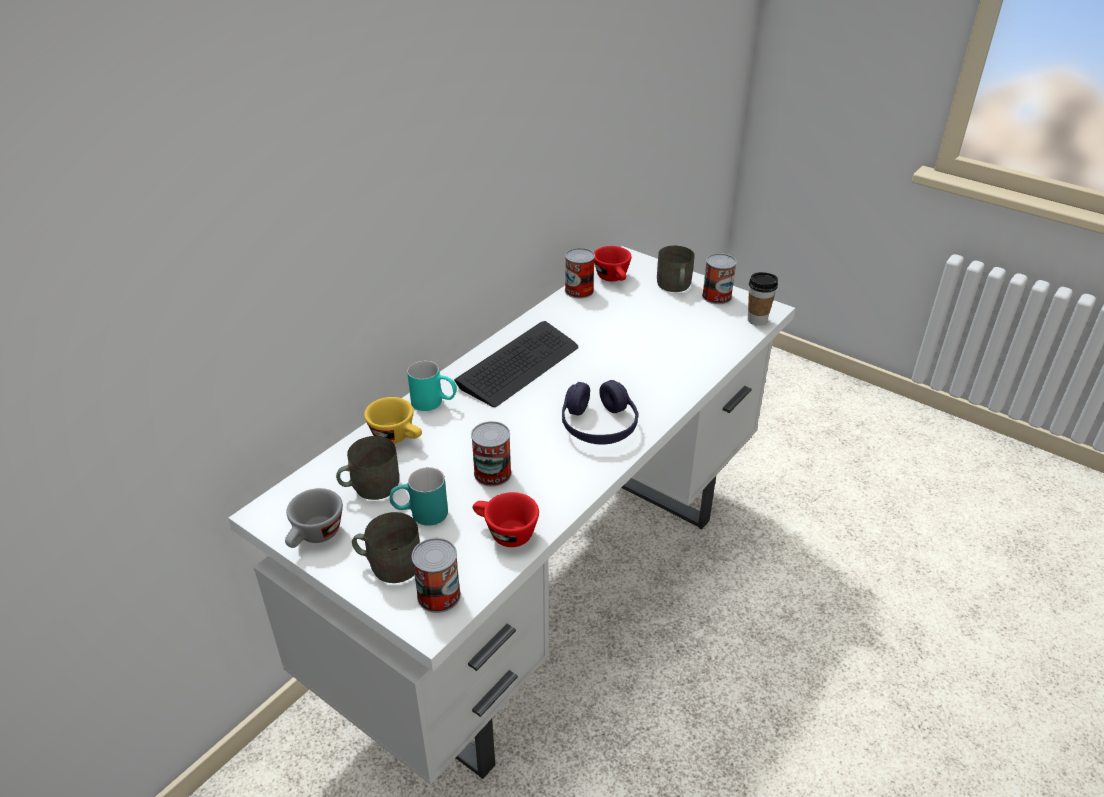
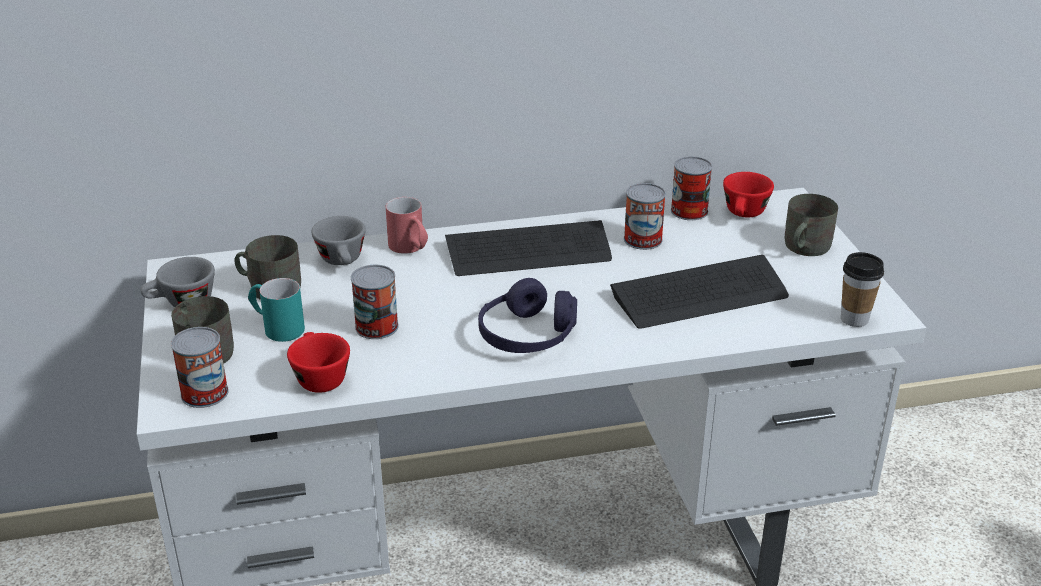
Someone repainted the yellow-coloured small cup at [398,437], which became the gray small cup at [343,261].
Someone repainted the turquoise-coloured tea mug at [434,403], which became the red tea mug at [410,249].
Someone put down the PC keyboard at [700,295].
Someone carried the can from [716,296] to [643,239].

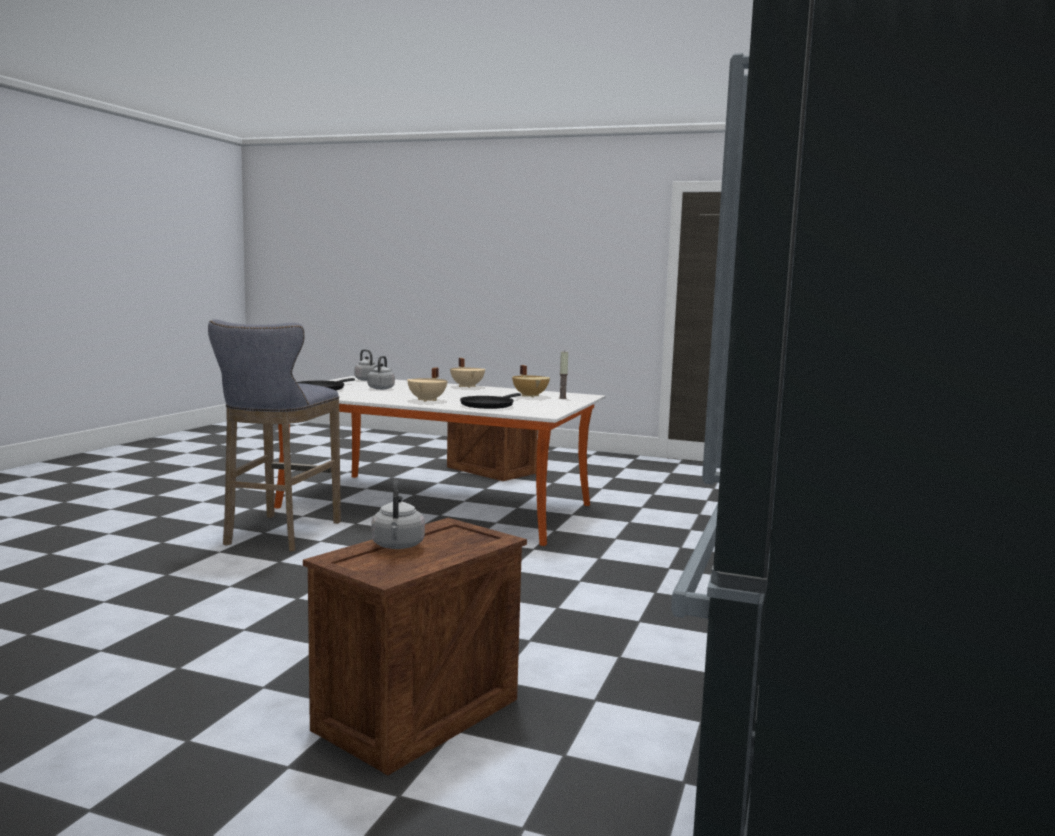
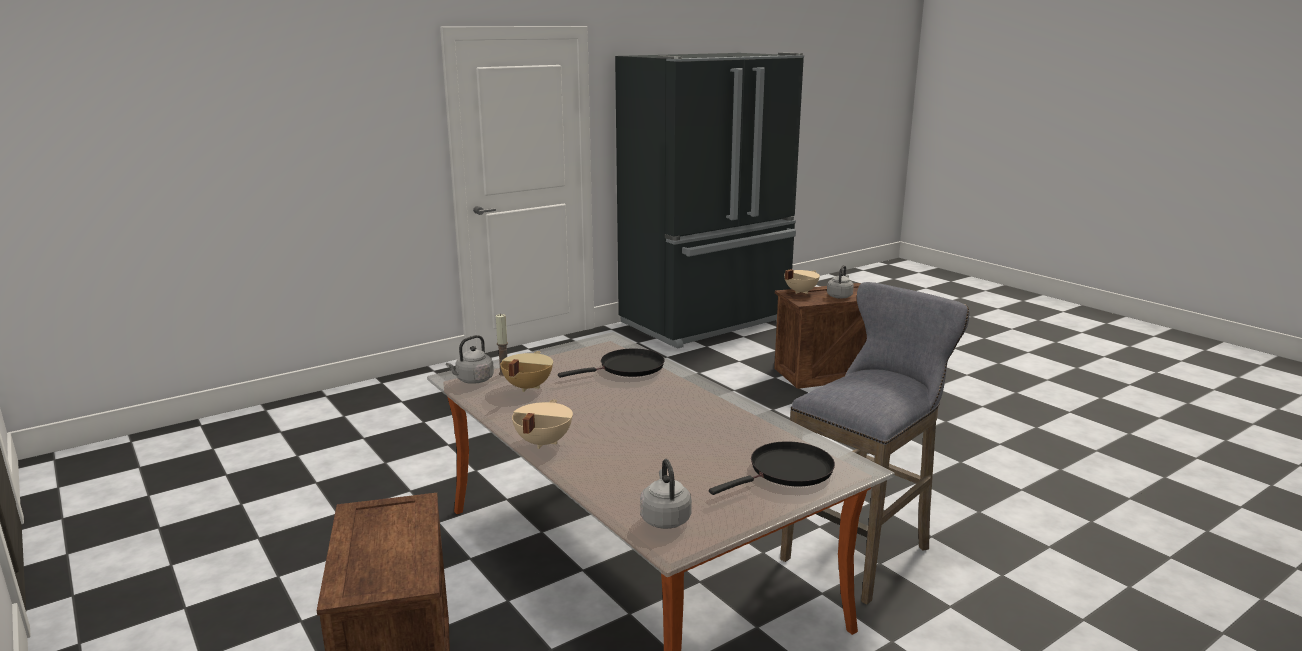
Someone carried the gray tea kettle from [381,388] to [473,380].
Someone carried the beige saucepot from [428,400] to [800,291].

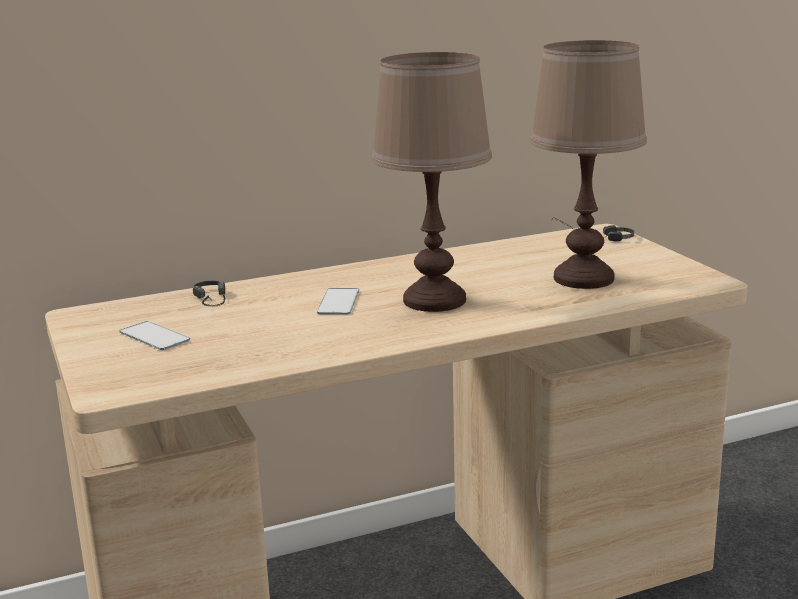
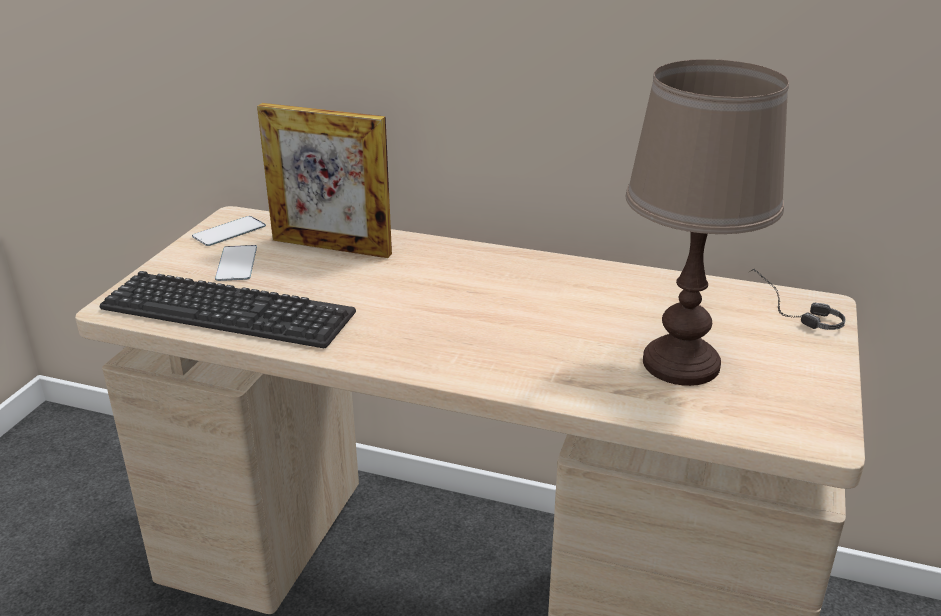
Someone put down the PC keyboard at [227,311].
Someone carried the telephone from [338,302] to [229,231].
Someone swapped the headset at [215,303] for the photo frame at [331,247].
Someone took away the brown-coloured lamp for a table at [435,301].

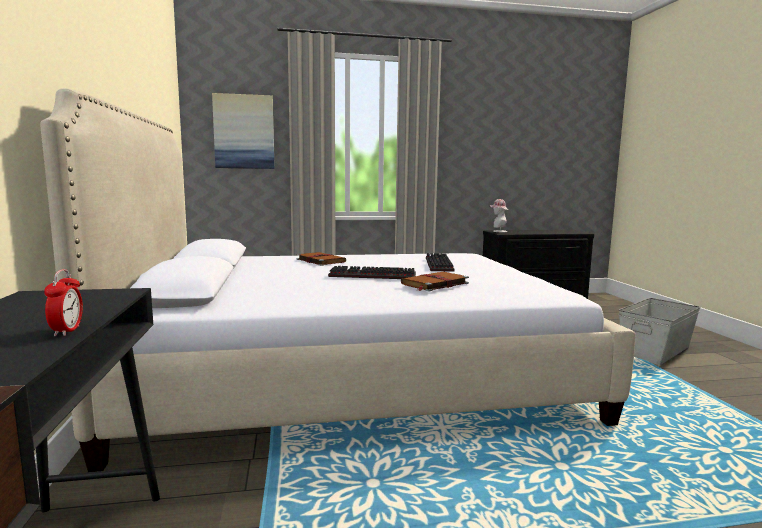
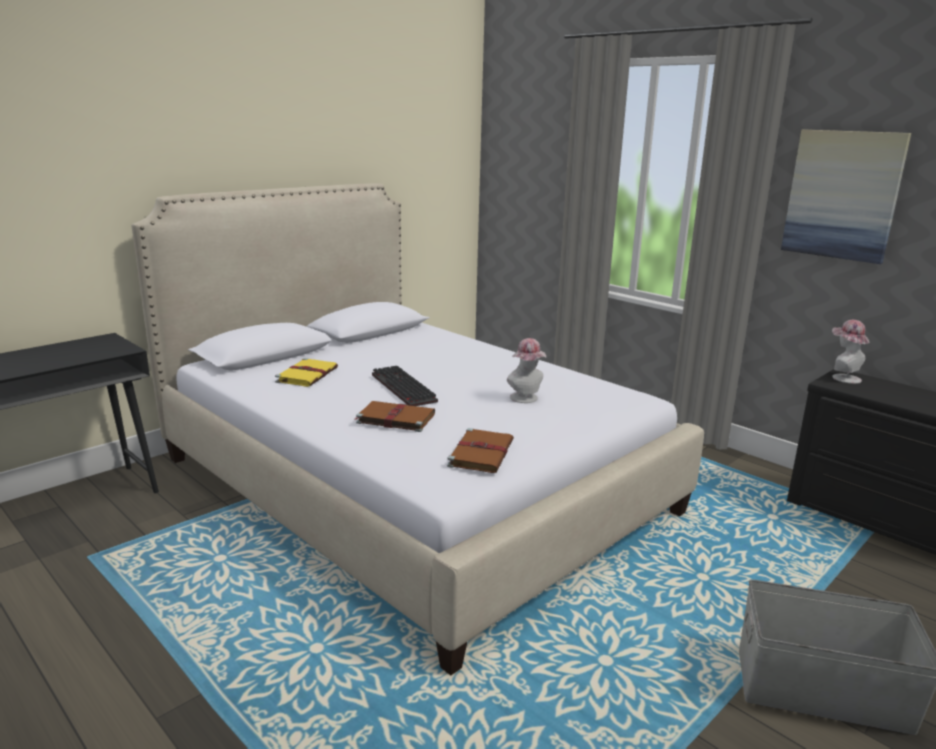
Someone put down the yellow-coloured book at [307,375].
Someone carried the brown-coloured book from [320,260] to [481,453].
Someone swapped the PC keyboard at [437,264] for the clothing hat at [526,399].
Someone carried the wall art from [244,132] to [843,195].
Someone took away the bedside clock at [67,331].

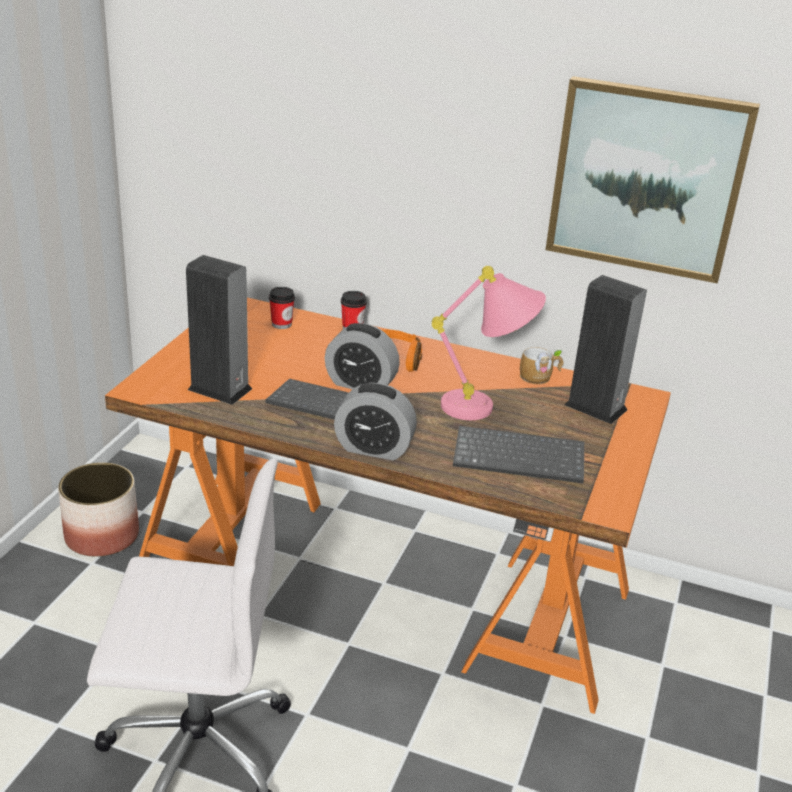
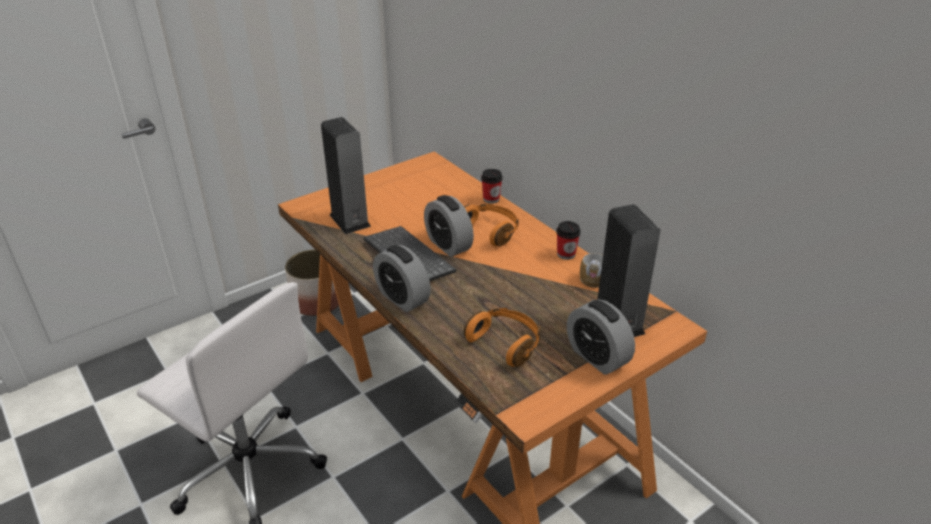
Someone swapped the PC keyboard at [520,456] for the orangey headset at [505,343].
Someone carried the small cup from [281,324] to [566,254].
Someone put down the bedside clock at [597,357].
Someone took away the pink lamp for a table at [486,408].
Someone took away the wall art at [647,179].

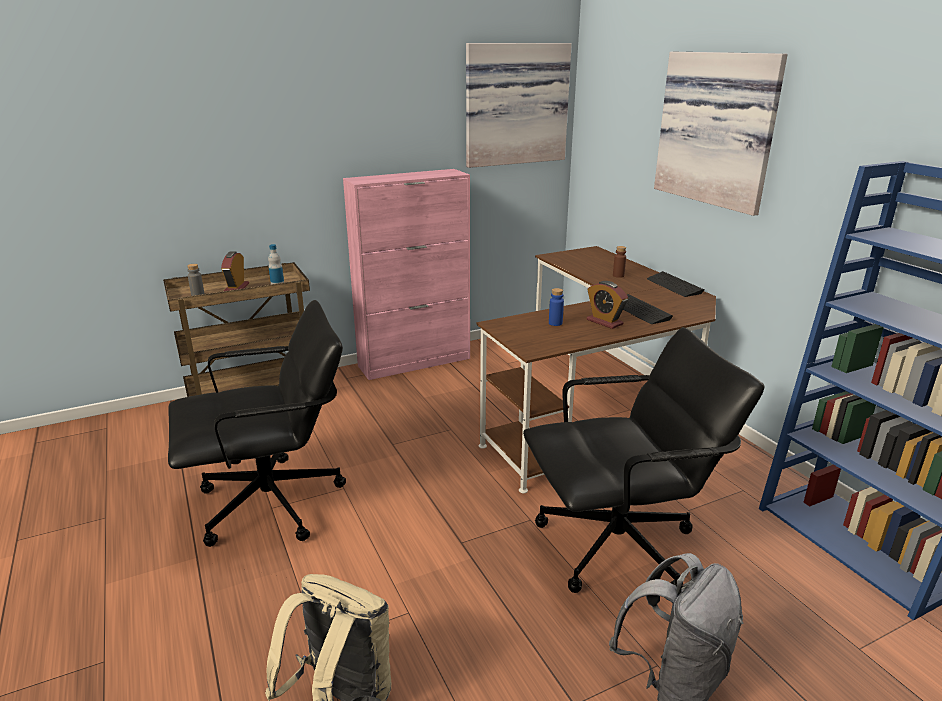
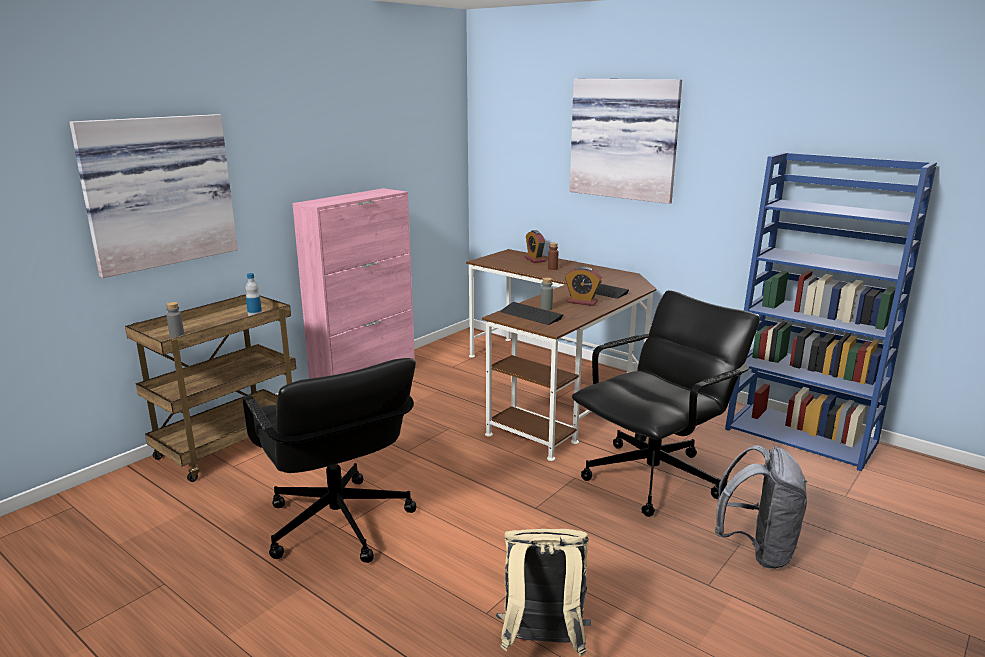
Someone carried the wall art from [515,104] to [158,191].
Someone rotated the black-coloured office chair at [273,503] by 105 degrees clockwise.
Someone carried the PC keyboard from [674,286] to [531,315].
Someone carried the bedside clock from [236,288] to [534,259].
Someone repainted the bluish beverage bottle at [555,323], which became the gray beverage bottle at [546,308].

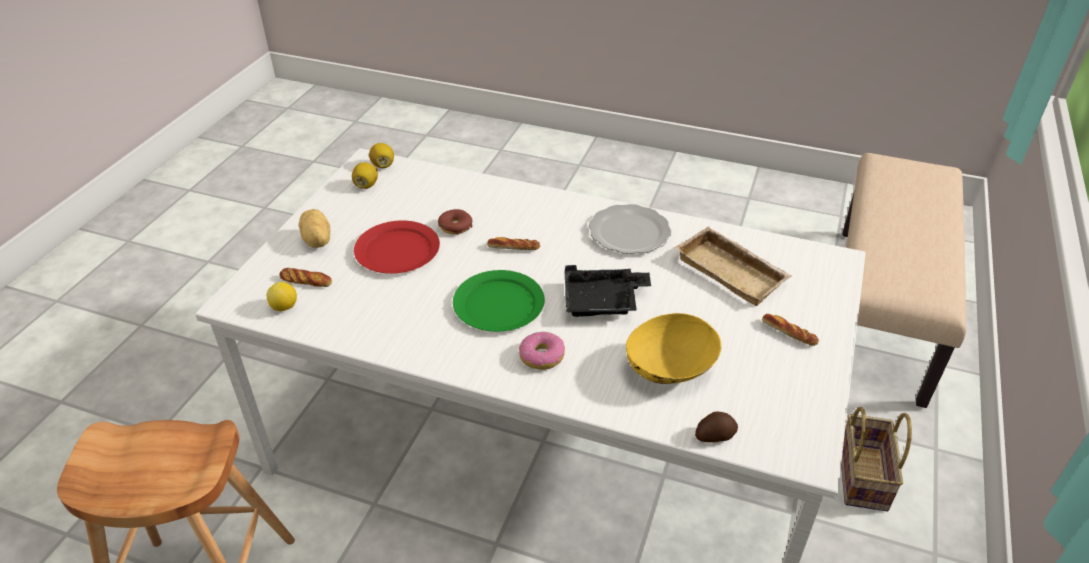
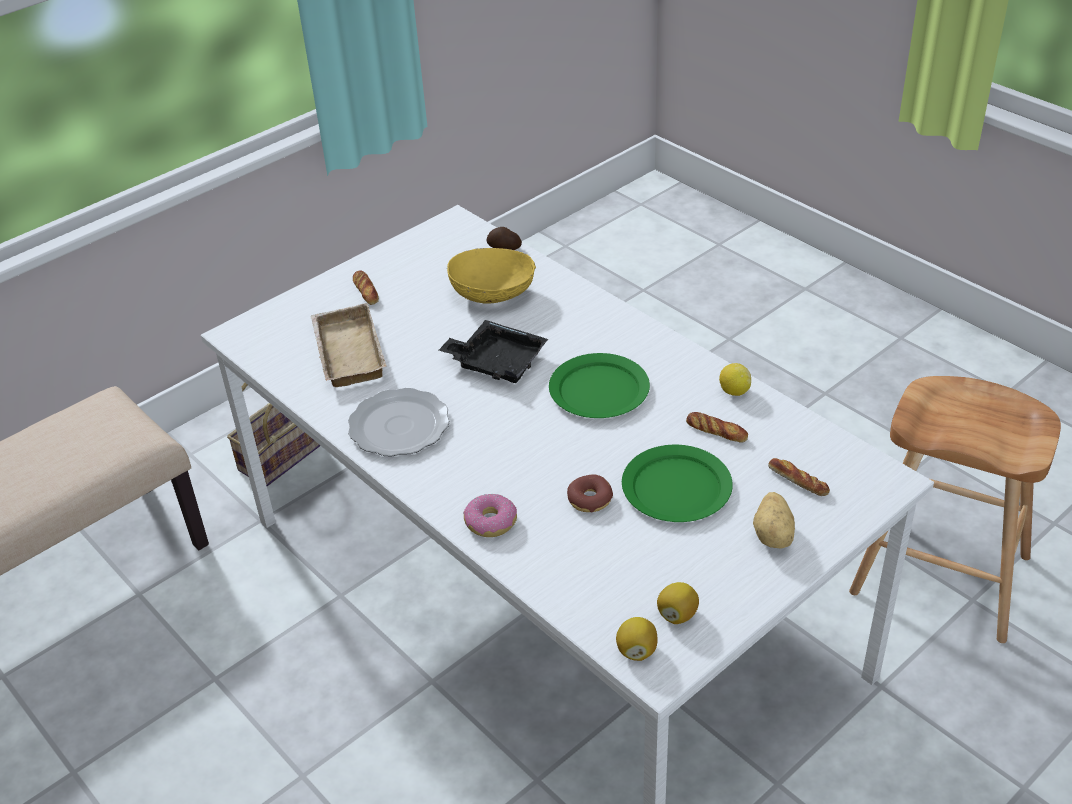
Someone carried the ring doughnut from [542,356] to [490,522].
Someone repainted the red flat dish at [398,250], which became the greenish flat dish at [675,487].
Someone carried the bakery bread from [513,247] to [716,431].
Someone carried the lemon from [284,307] to [734,391].

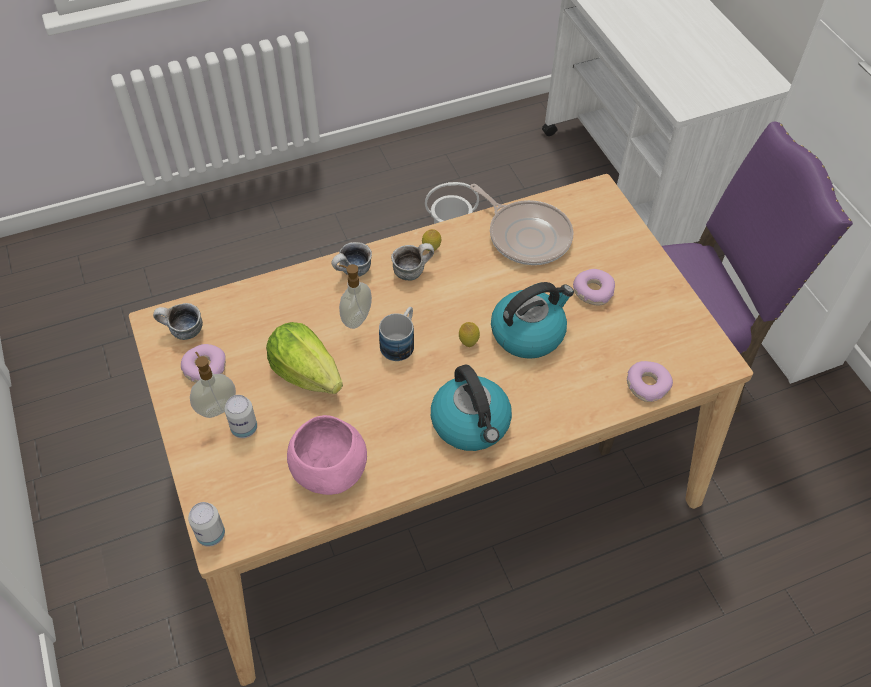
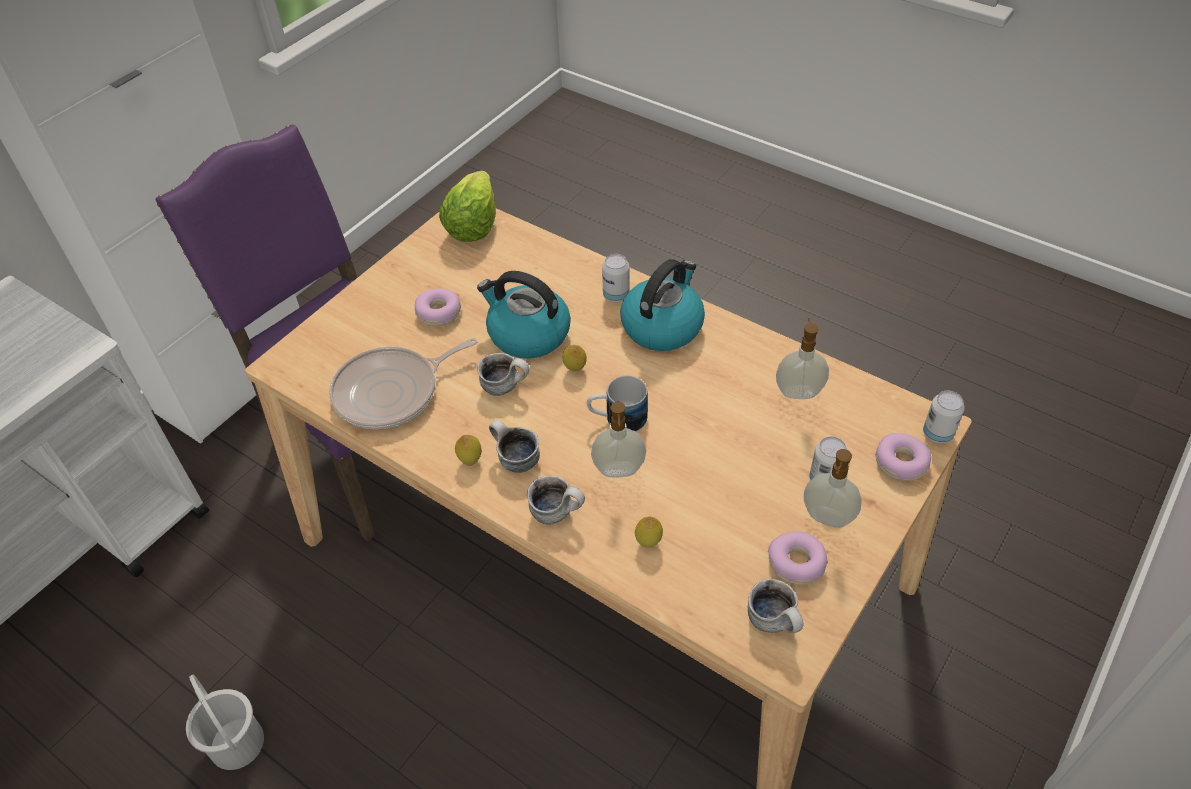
Someone rotated the skillet at [526,235] by 135 degrees counterclockwise.
Someone carried the lettuce from [306,373] to [472,226].
Someone put down the tea mug at [506,386].
Someone put down the can at [616,295].
Someone put down the lemon at [648,543].
Someone swapped the pink deep dish at [329,470] for the soap dispenser at [798,392].
Someone carried the ring doughnut from [647,385] to [900,463].

